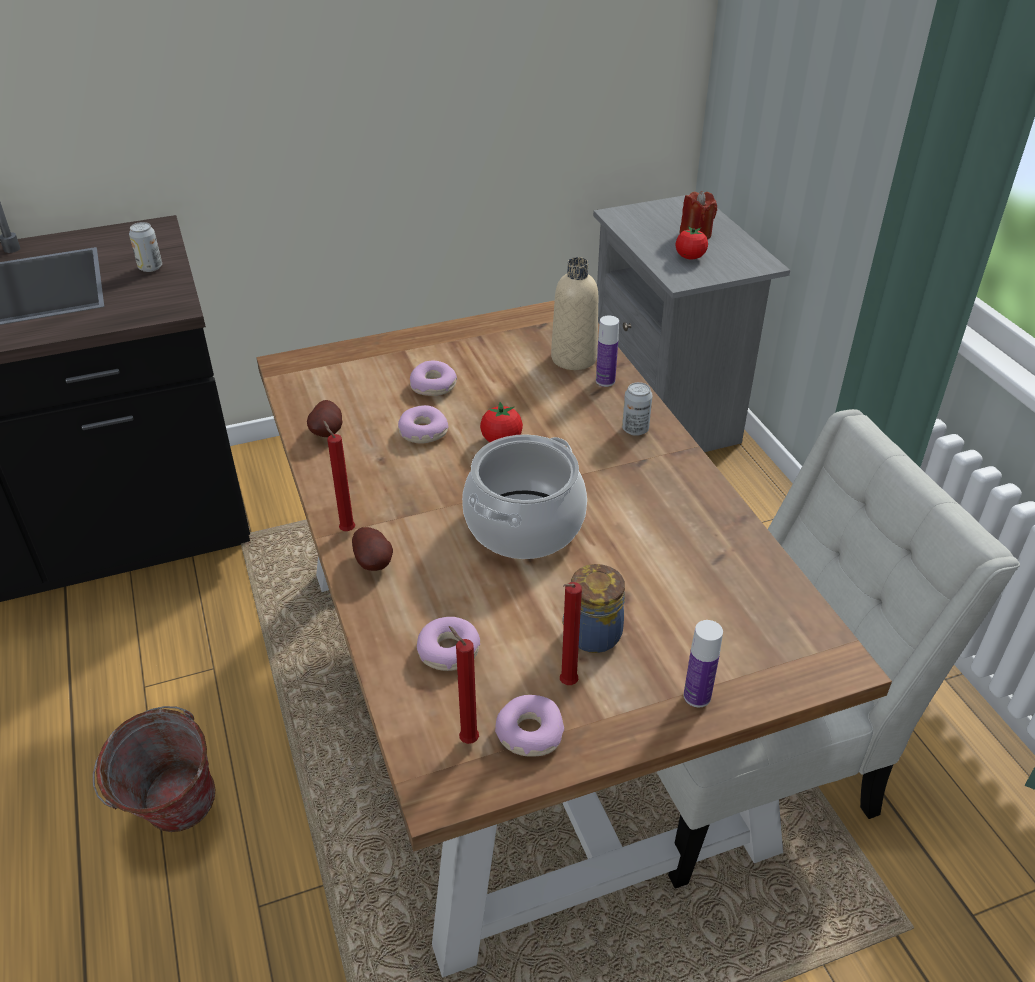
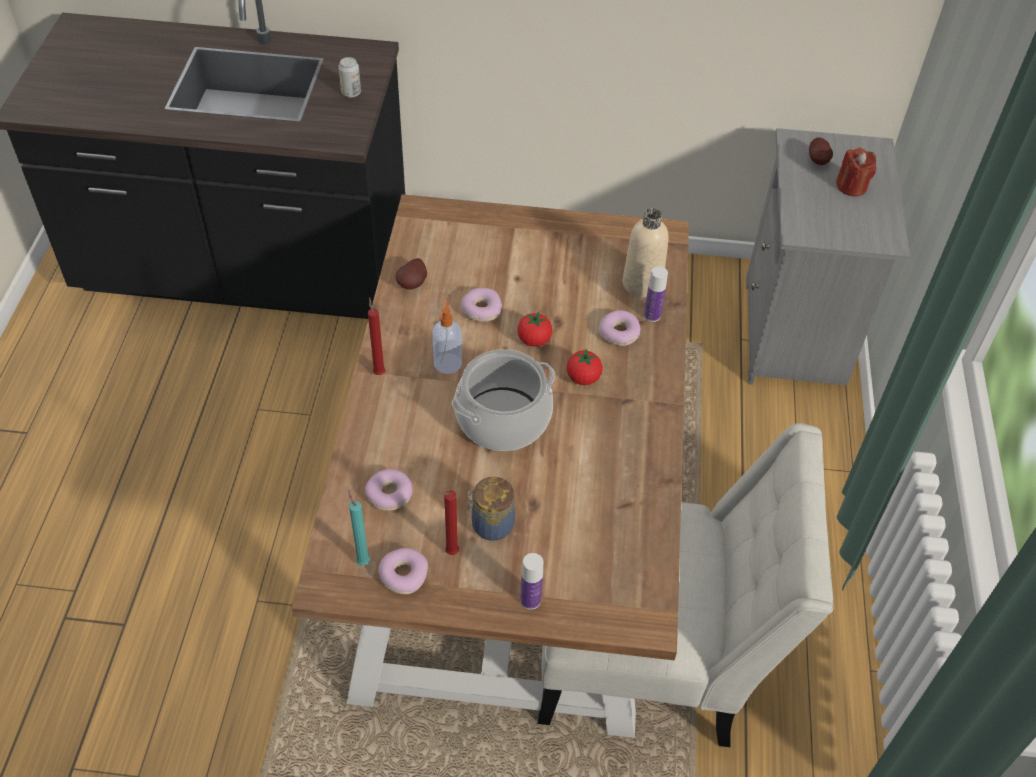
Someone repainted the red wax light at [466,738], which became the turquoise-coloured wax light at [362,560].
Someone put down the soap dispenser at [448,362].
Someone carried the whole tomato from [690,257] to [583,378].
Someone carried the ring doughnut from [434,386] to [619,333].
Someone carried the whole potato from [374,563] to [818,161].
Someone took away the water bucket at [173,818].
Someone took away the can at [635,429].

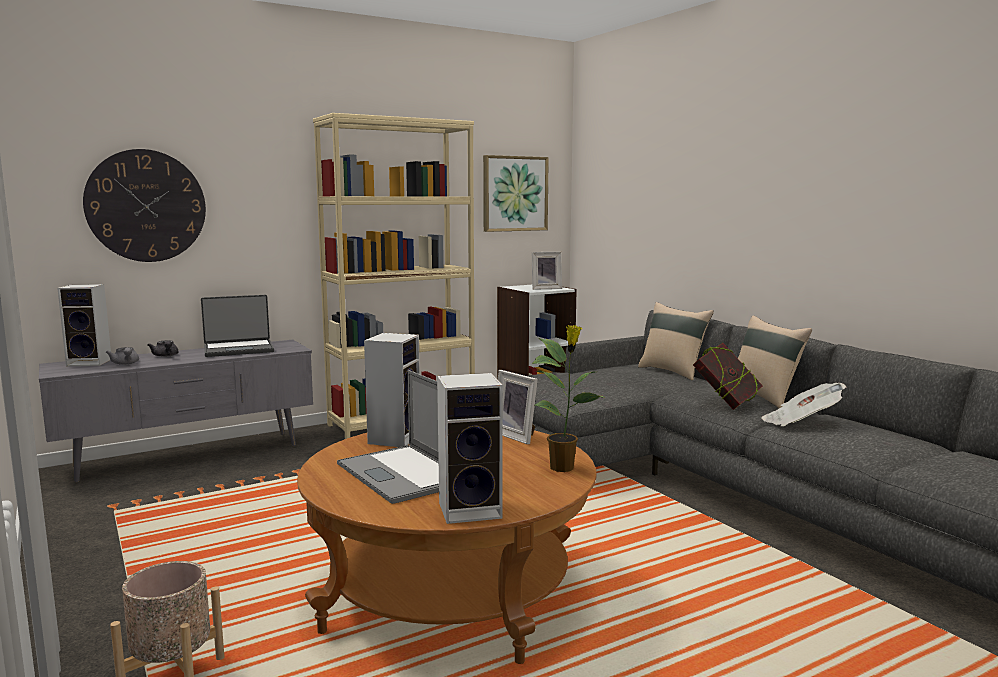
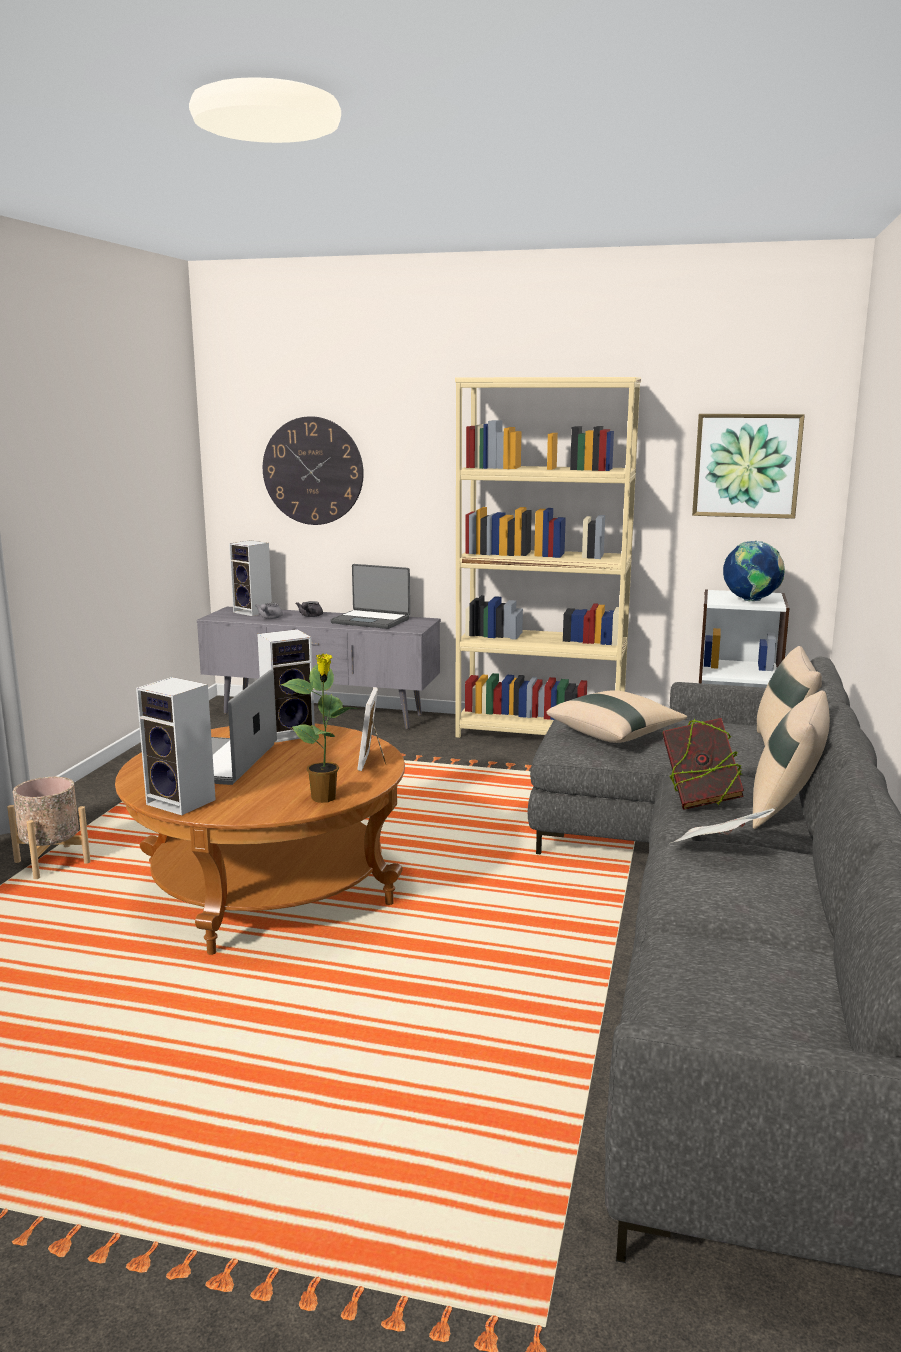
Someone put down the beige cushion at [615,734].
Someone swapped the photo frame at [546,288] for the world globe at [751,601].

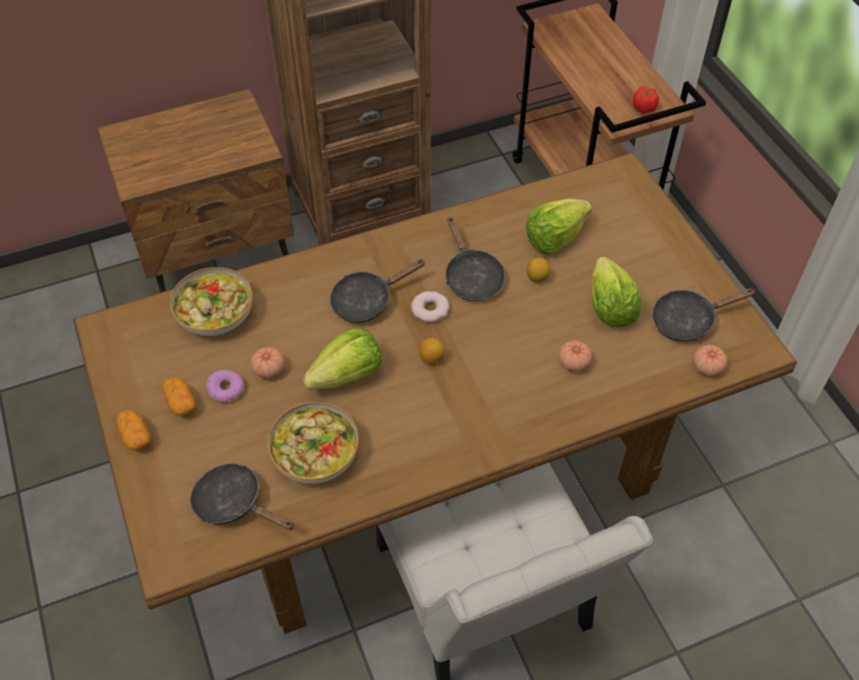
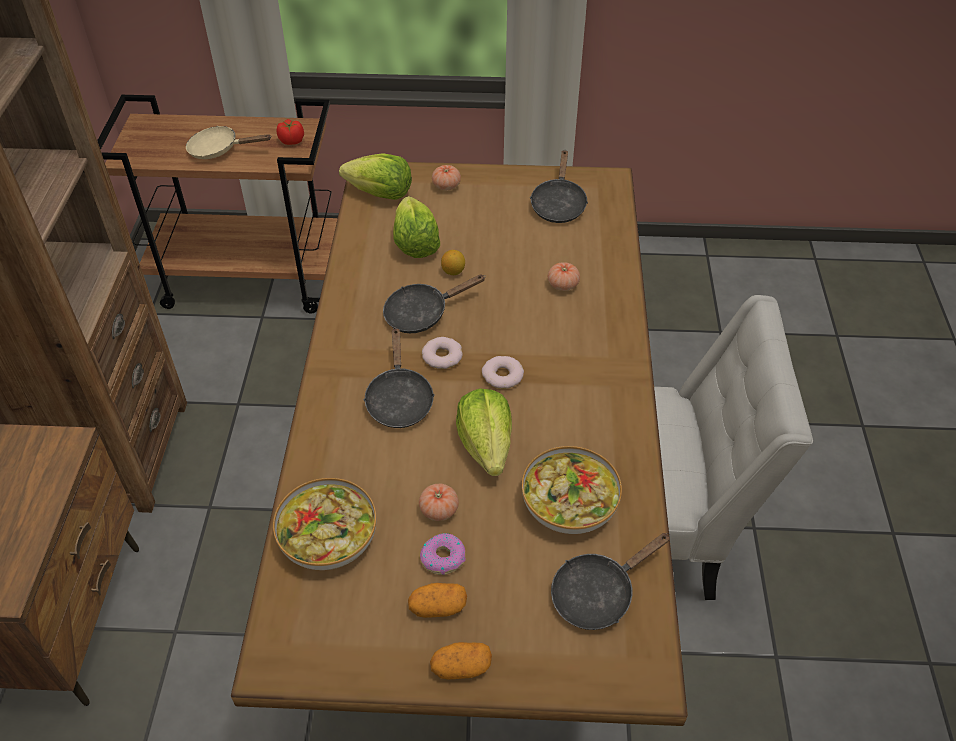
Someone put down the beige skillet at [219,150].
Someone carried the lettuce from [609,307] to [380,194].
Someone rotated the black-coloured skillet at [471,277] by 150 degrees clockwise.
Someone carried the whole tomato from [707,367] to [446,186].
Someone swapped the lemon at [431,358] for the ring doughnut at [502,375].

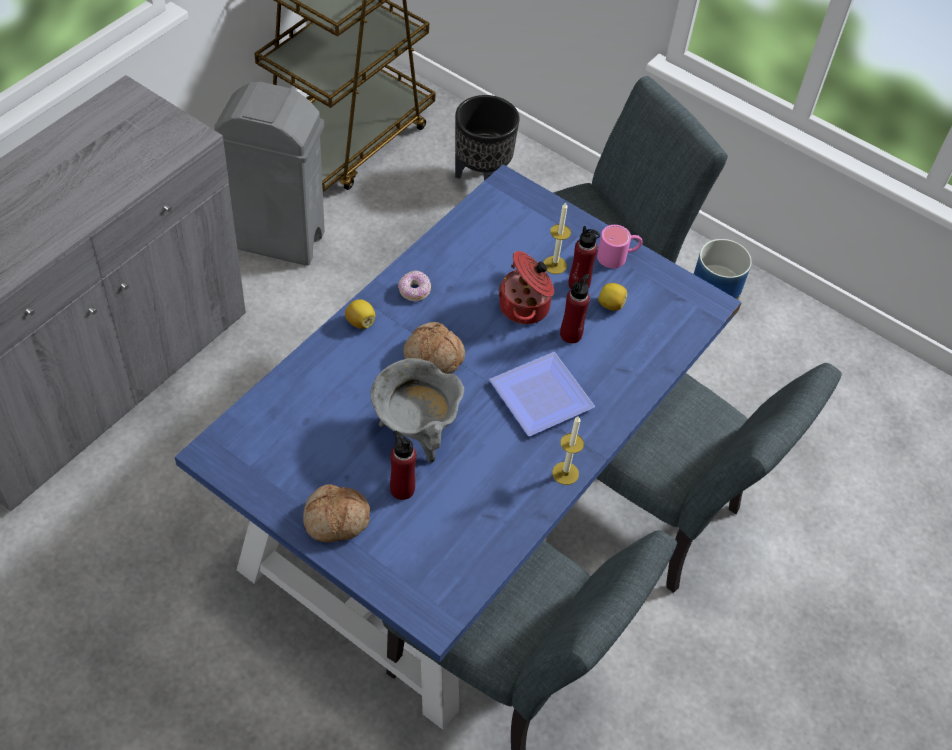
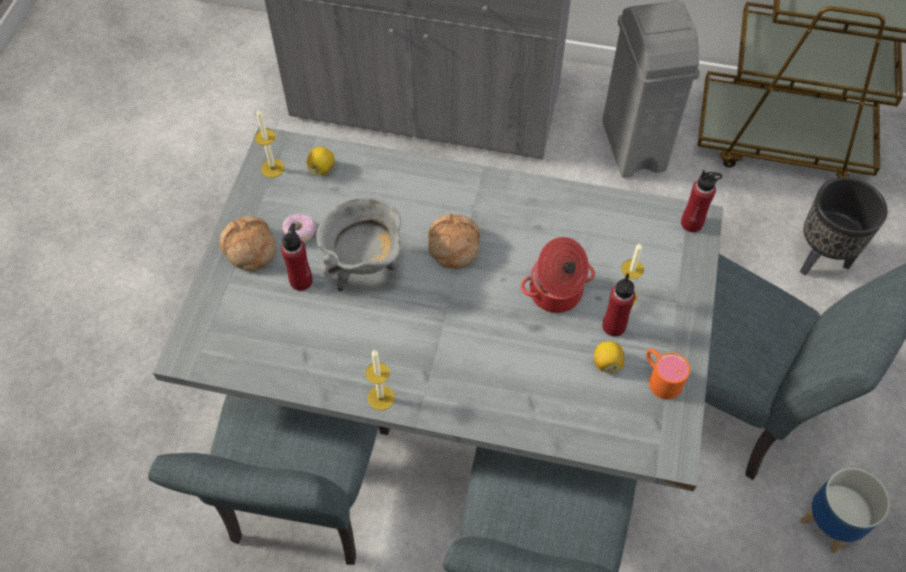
Someone repainted the bluish kitchen table at [462,509], which became the gray kitchen table at [450,397].
Someone put down the wax light at [273,168].
Someone carried the ring doughnut from [414,291] to [299,232].
Someone carried the lemon from [360,322] to [322,168].
Someone put down the orangey tea mug at [660,378].
Someone carried the red beverage bottle from [571,334] to [691,223].
Someone took away the flat dish at [540,399].
Someone took away the pink tea mug at [618,256].

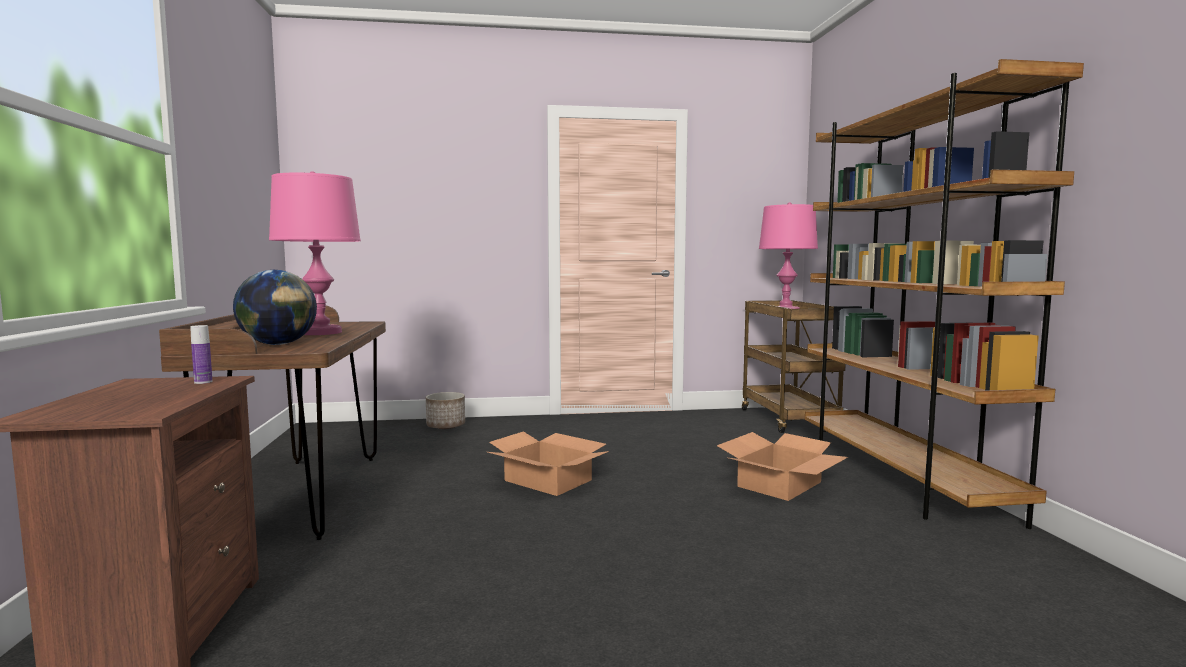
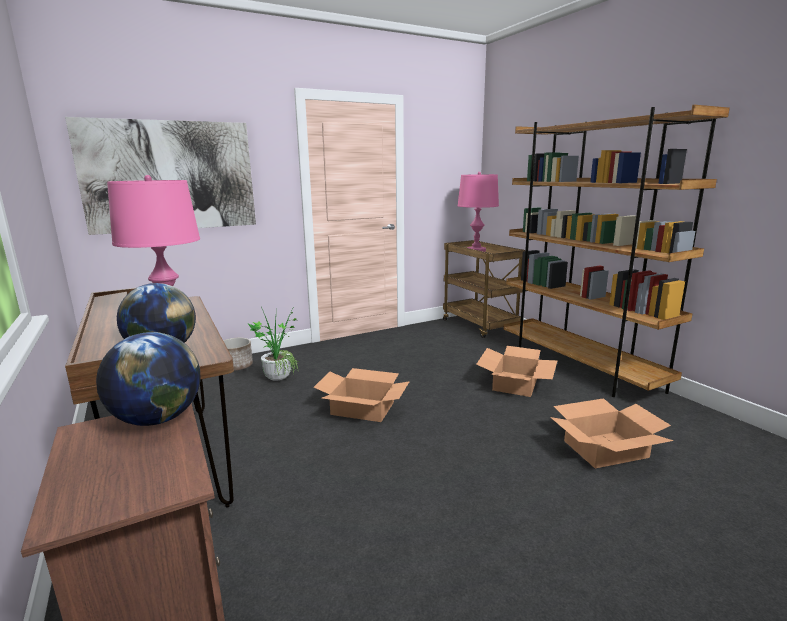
Someone put up the wall art at [170,176].
Someone swapped the beverage bottle at [203,382] for the world globe at [157,419].
Someone put down the houseplant at [279,376].
Someone put down the packing box at [605,449].

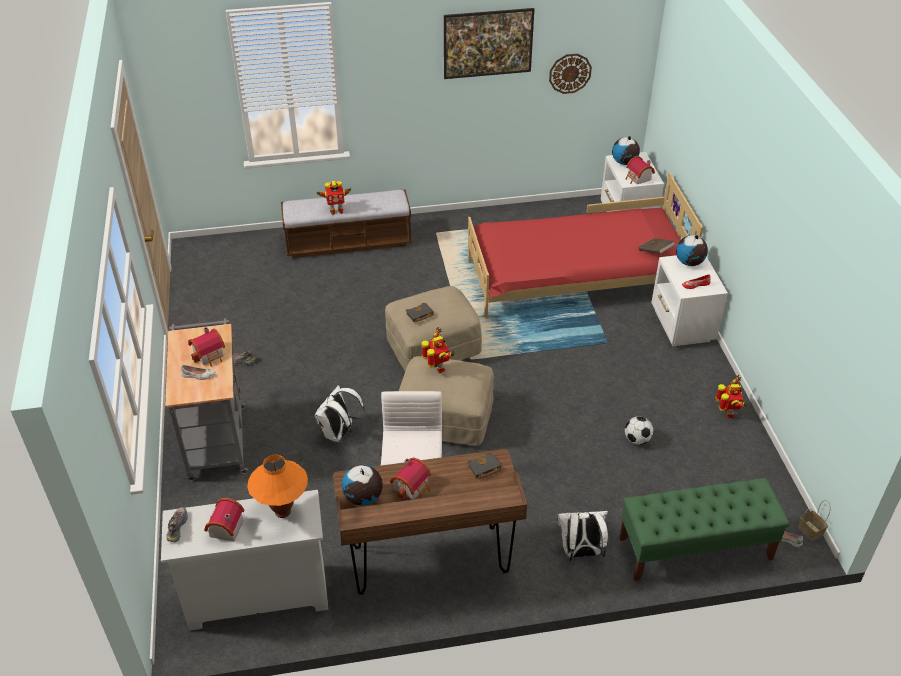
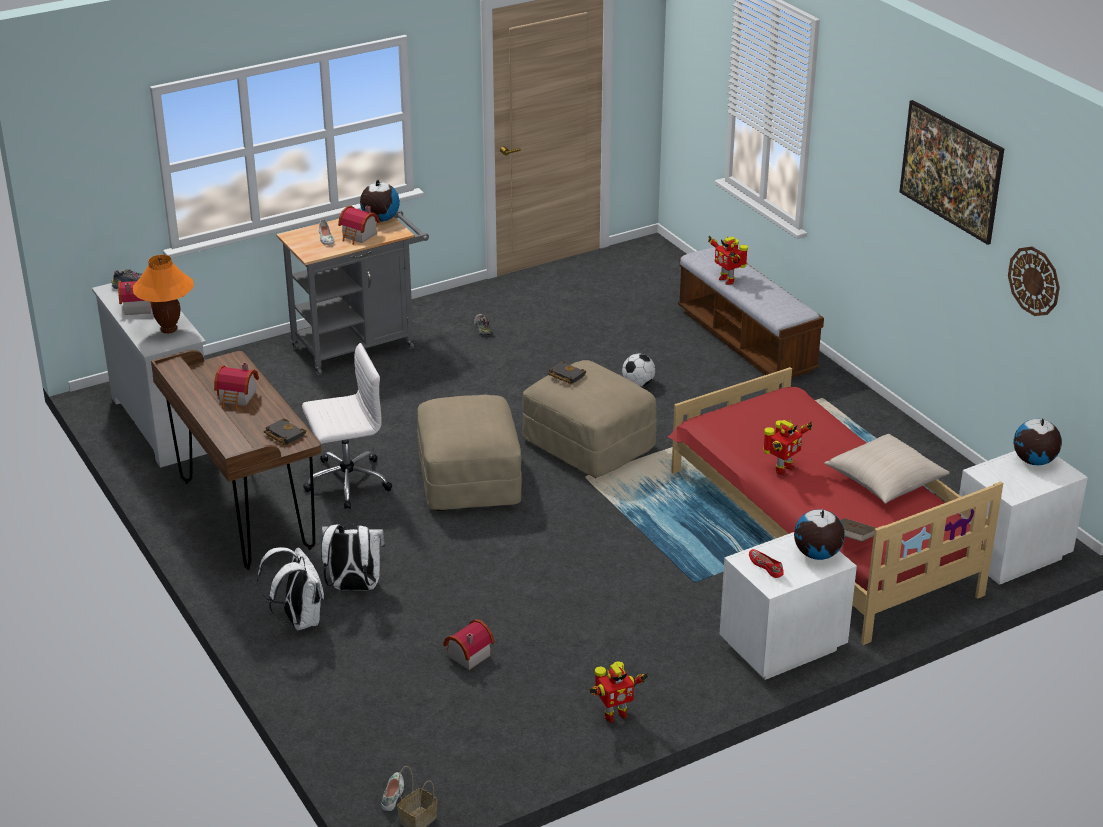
Someone carried the white knapsack from [339,434] to [353,587].
Someone carried the world globe from [363,498] to [380,219].
Someone carried the model house from [638,178] to [466,655].
Someone carried the football ball from [637,440] to [638,384].
Someone carried the robot figure from [437,368] to [782,469].
Someone put down the beige cushion at [885,481].
Someone took away the greenish long seat at [694,549].

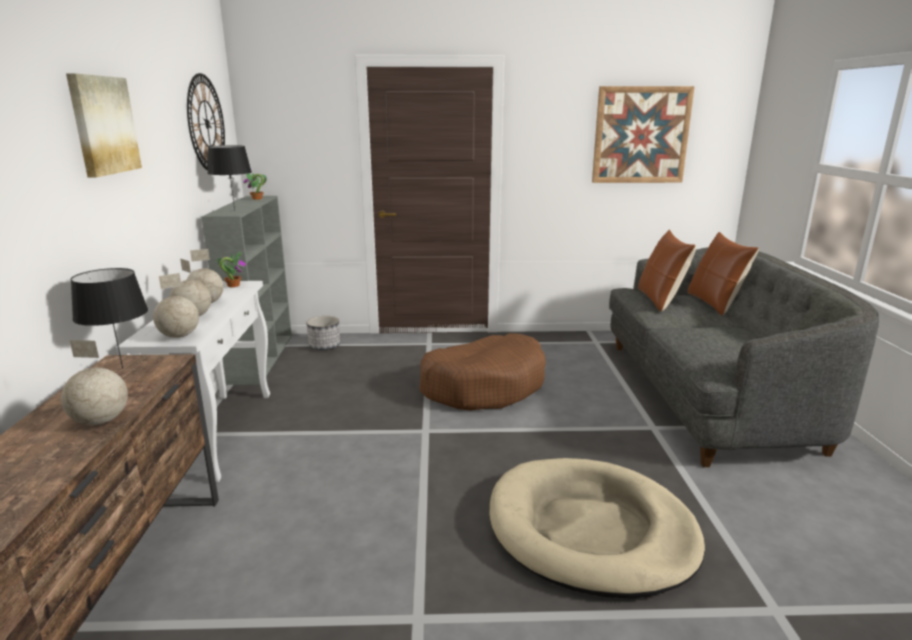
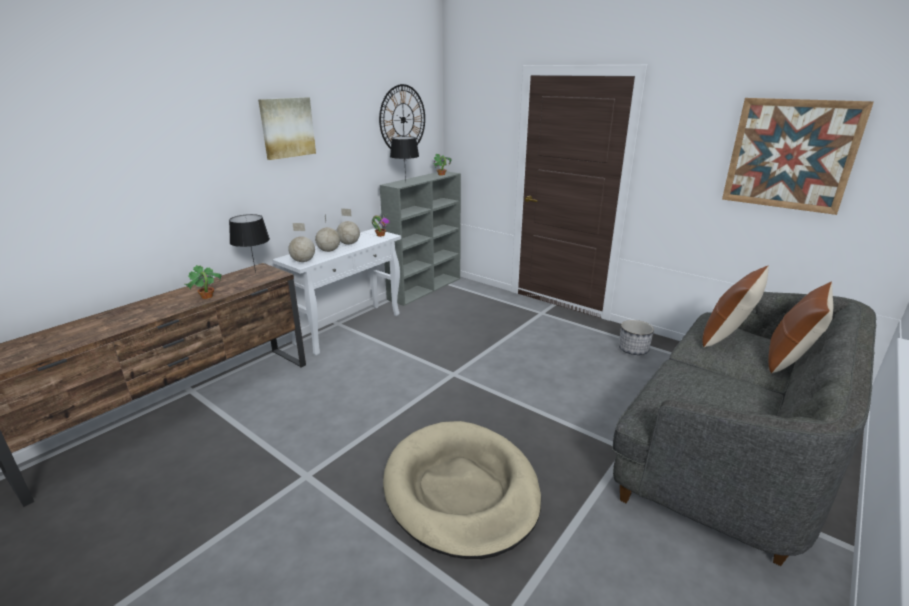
Someone swapped the world globe at [101,421] for the houseplant at [207,297].
Someone carried the flower pot from [324,346] to [633,349].
Someone took away the brown-coloured dog bed at [484,386].

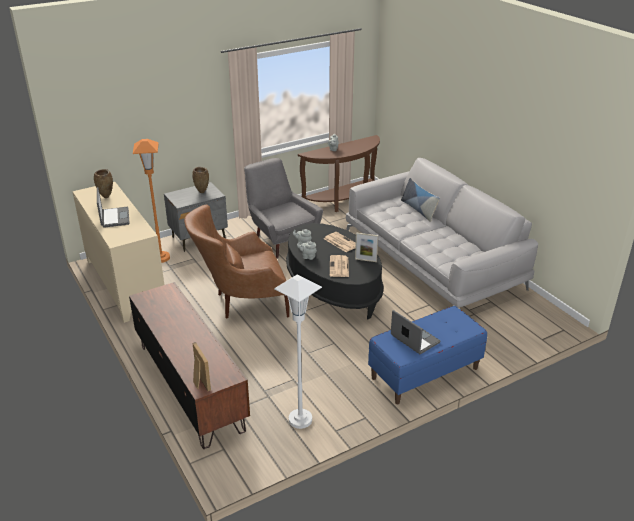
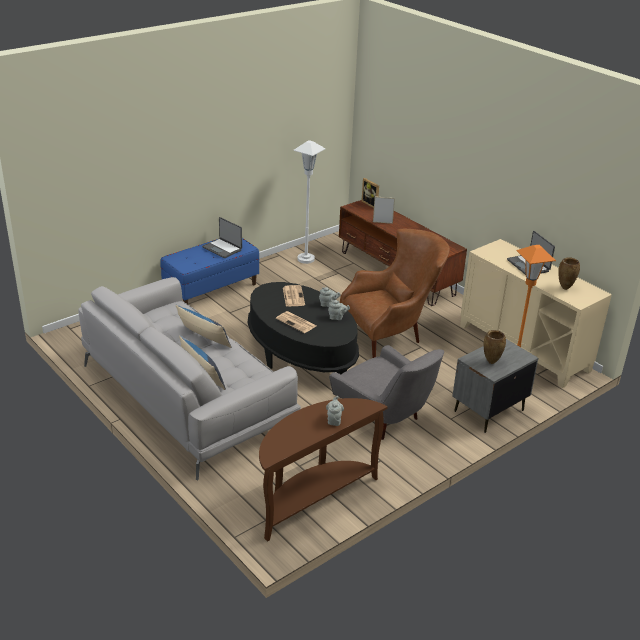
Someone put down the cushion at [203,338].
Someone carried the photo frame from [365,260] to [382,222].

